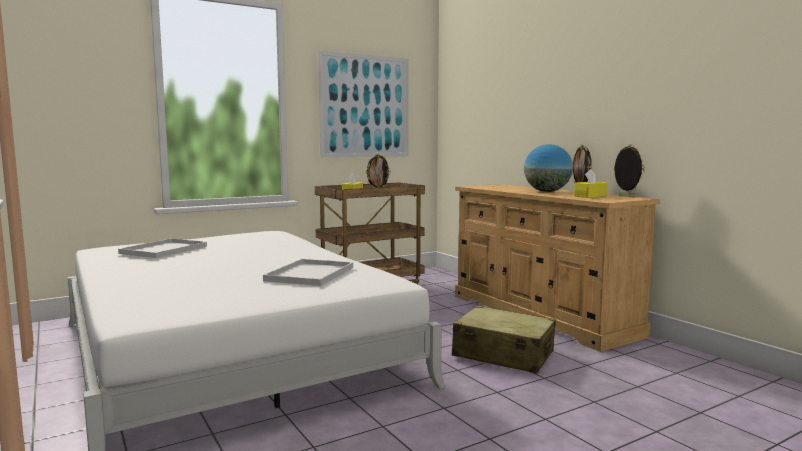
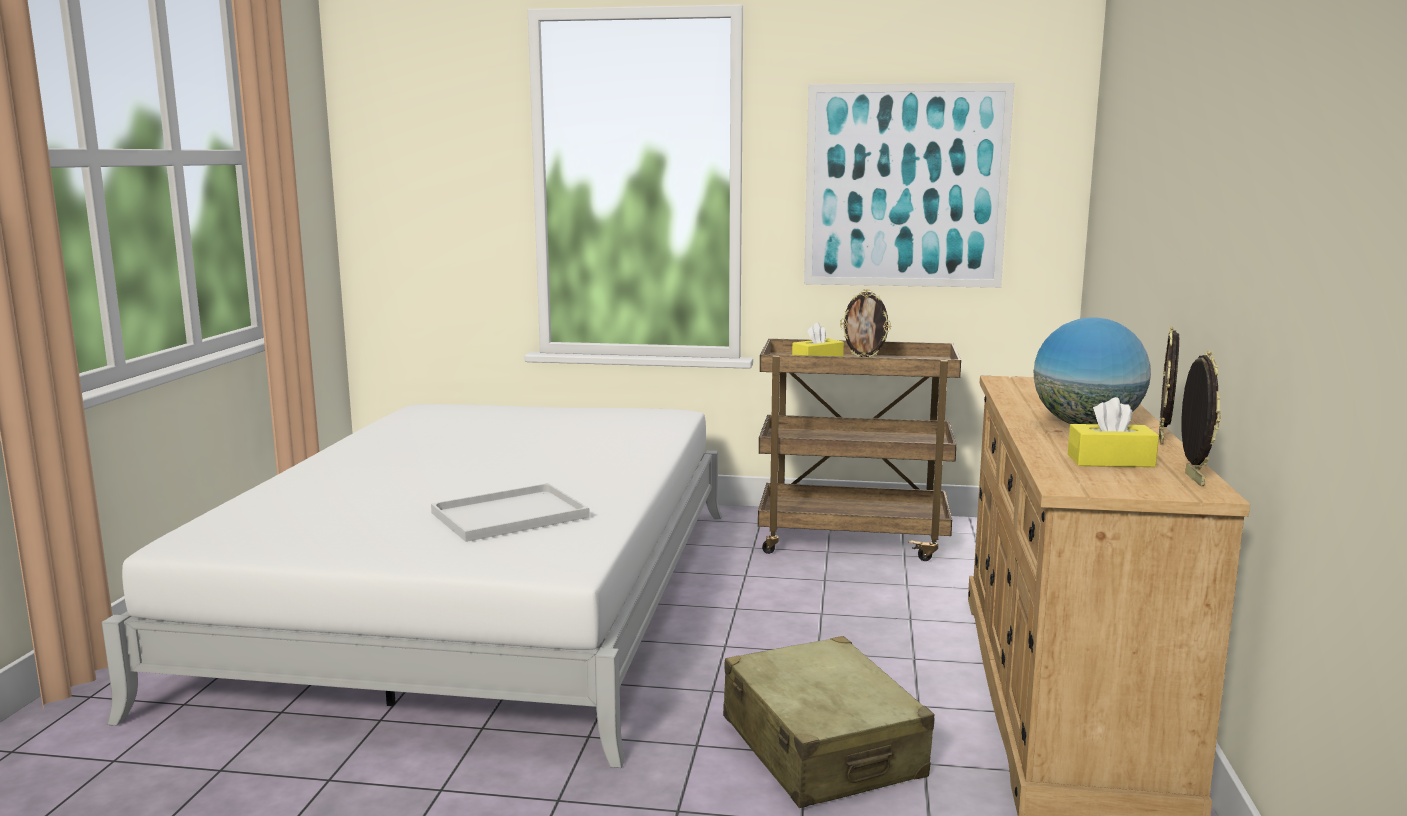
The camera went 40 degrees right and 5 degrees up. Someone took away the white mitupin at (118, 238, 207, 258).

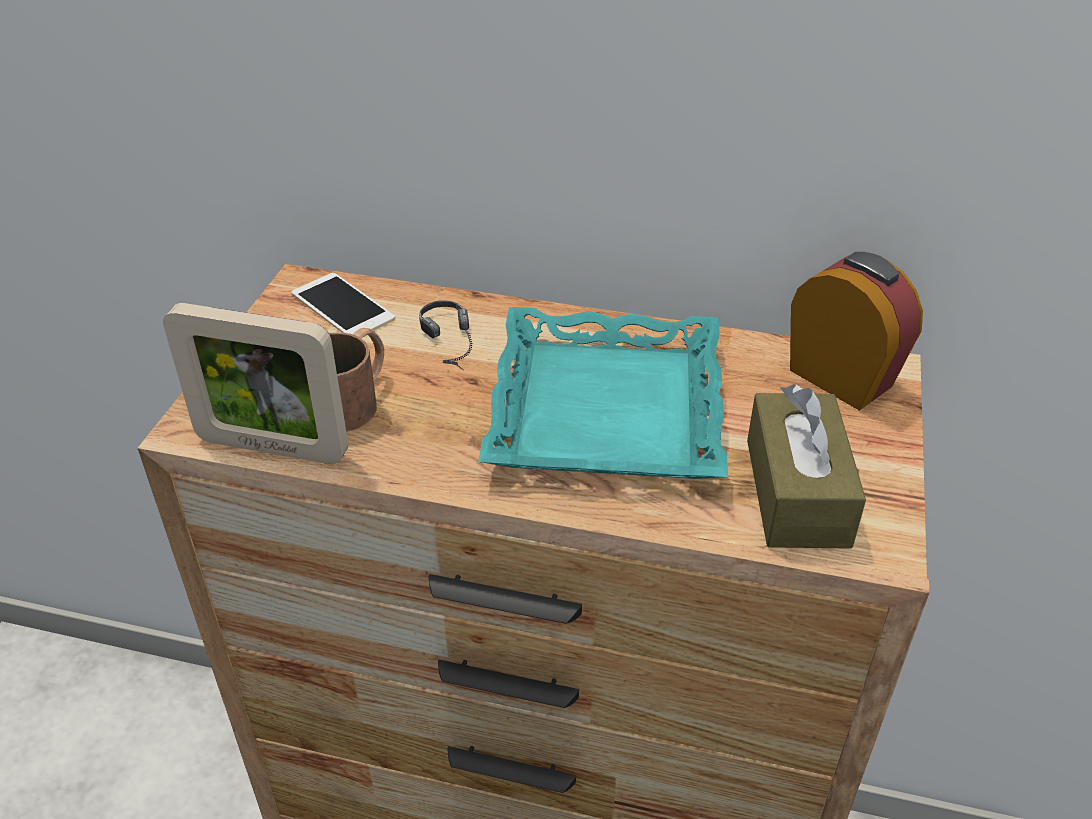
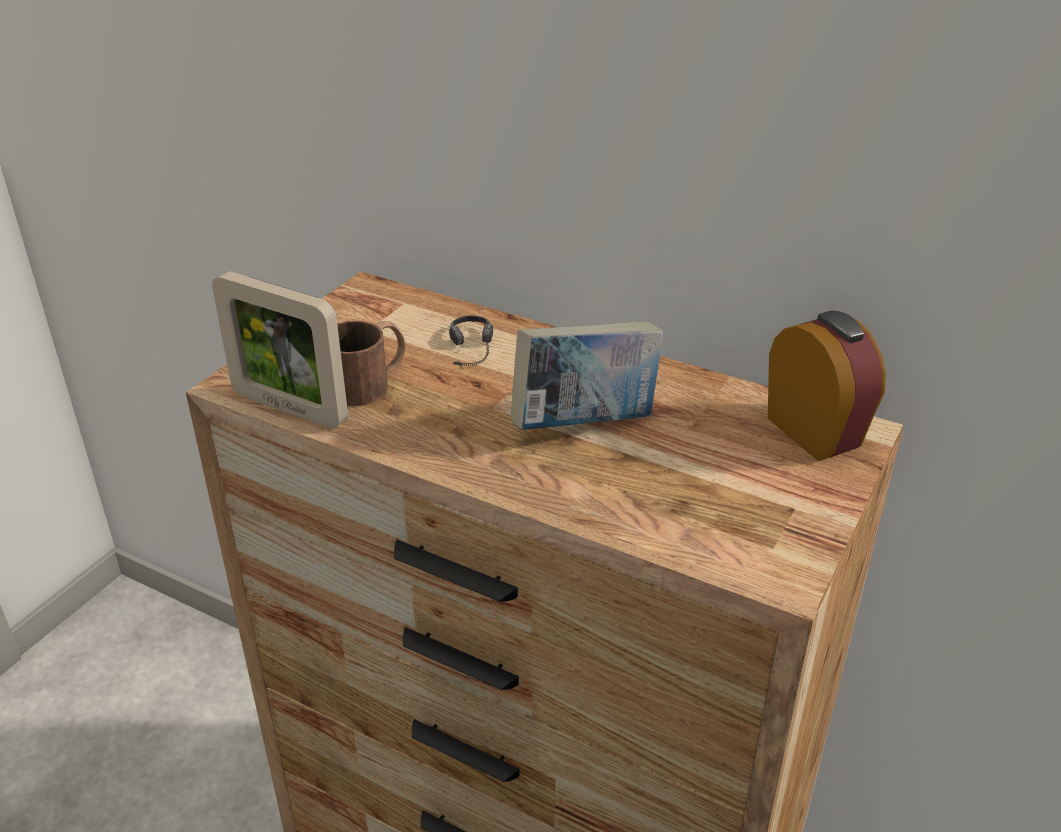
The camera went 15 degrees right and 5 degrees down. Someone took away the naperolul at (291, 273, 395, 334). Someone swapped the turquoise mitupin at (478, 307, 728, 479) for the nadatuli at (511, 321, 664, 430). Someone took away the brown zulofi at (747, 384, 866, 549).

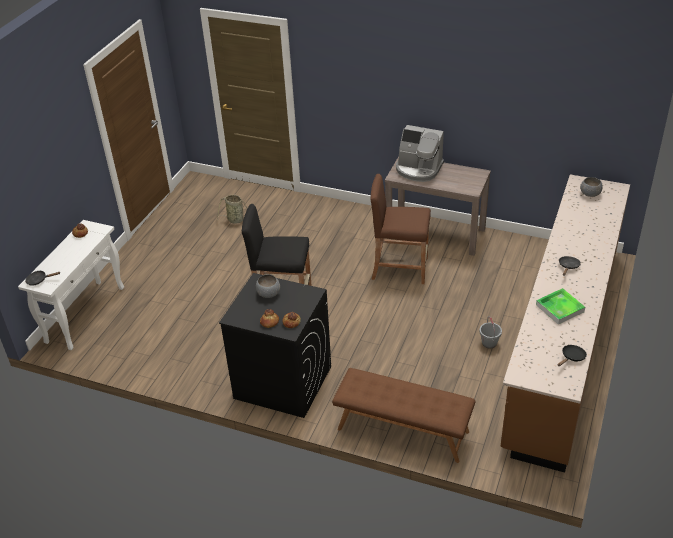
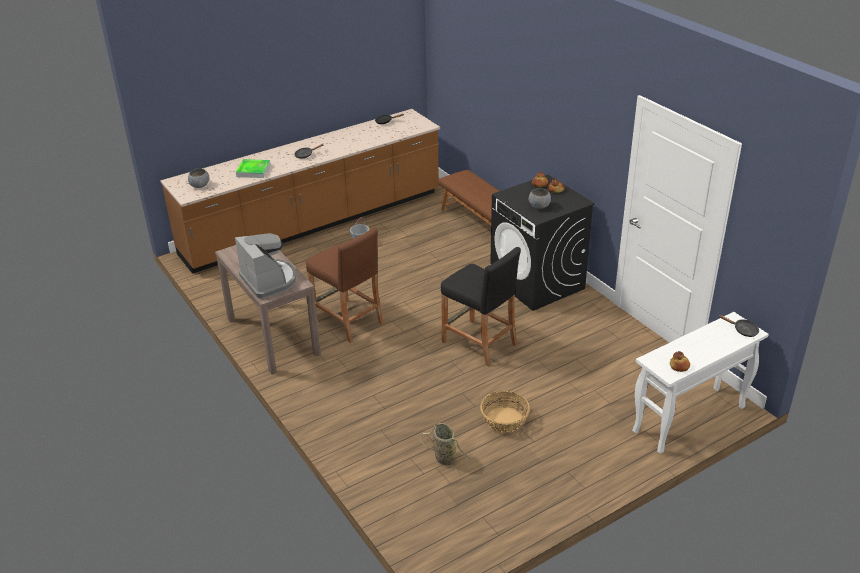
The camera went 145 degrees left and 5 degrees down. Someone carried the mitupin from (536, 288, 585, 325) to (236, 159, 271, 178). Someone put down the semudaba at (480, 391, 530, 433).

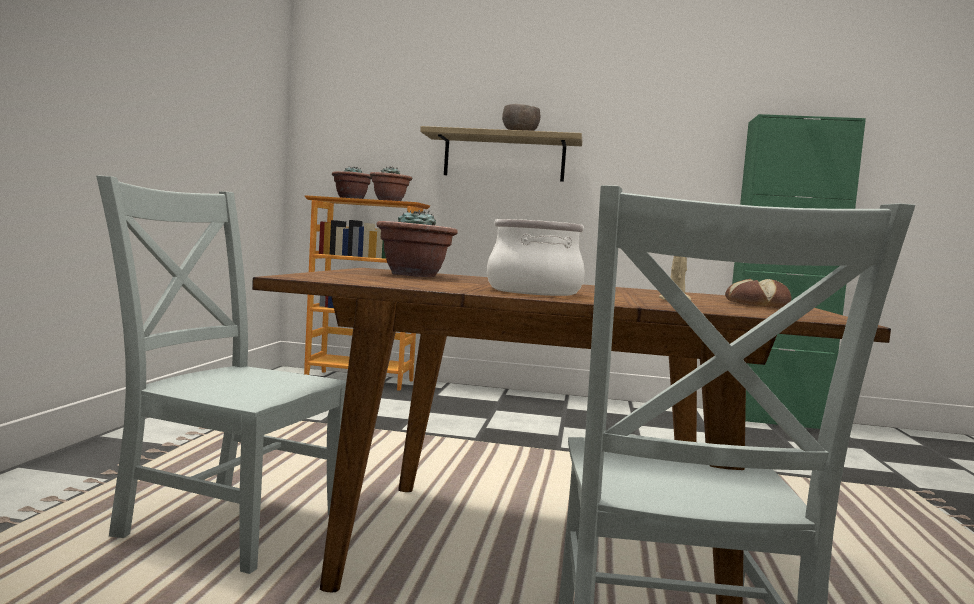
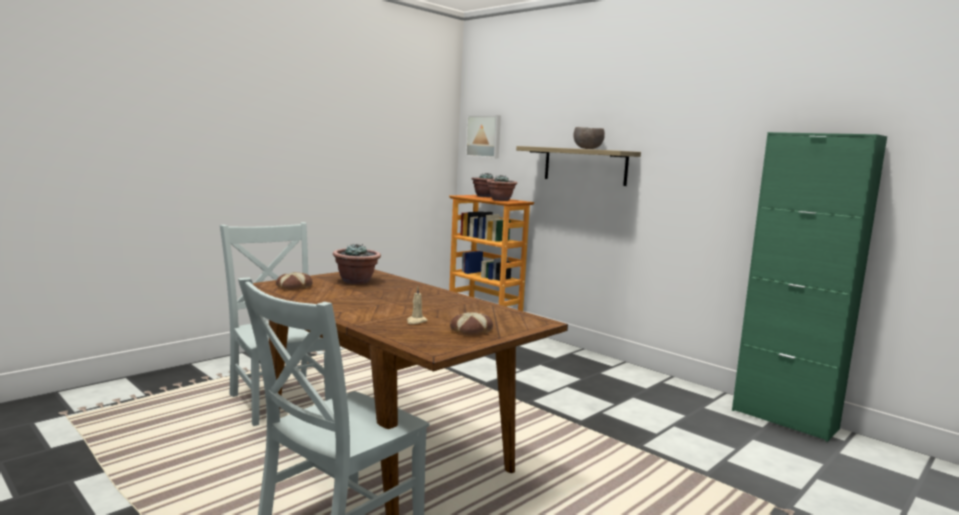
The camera went 35 degrees right and 5 degrees up. Someone took away the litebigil at (487, 219, 585, 296). Someone put down the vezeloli at (276, 272, 313, 290). Someone put up the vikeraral at (465, 115, 501, 158).

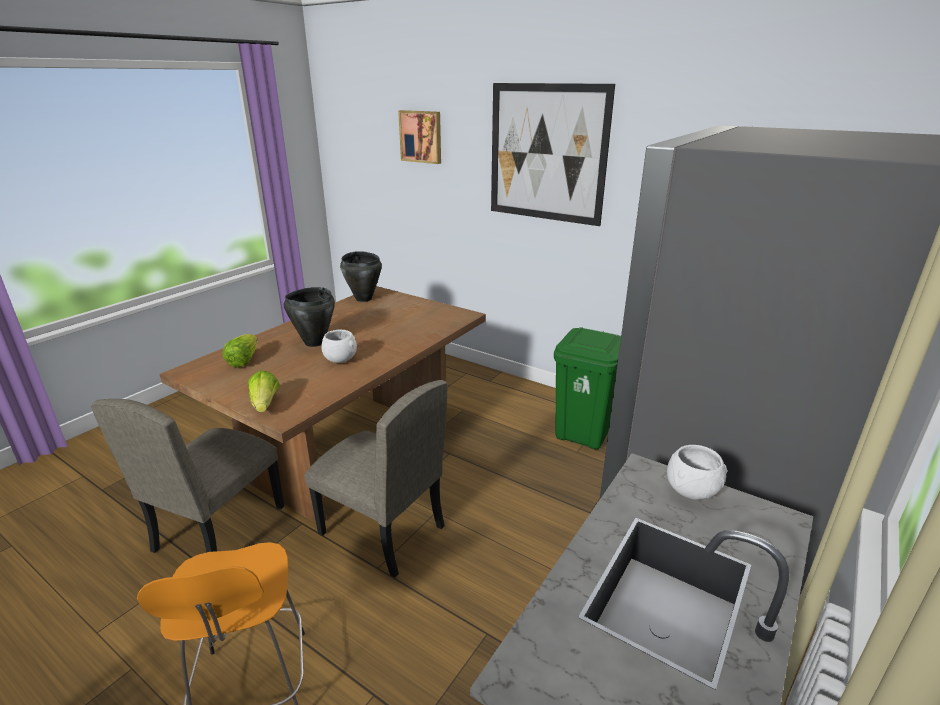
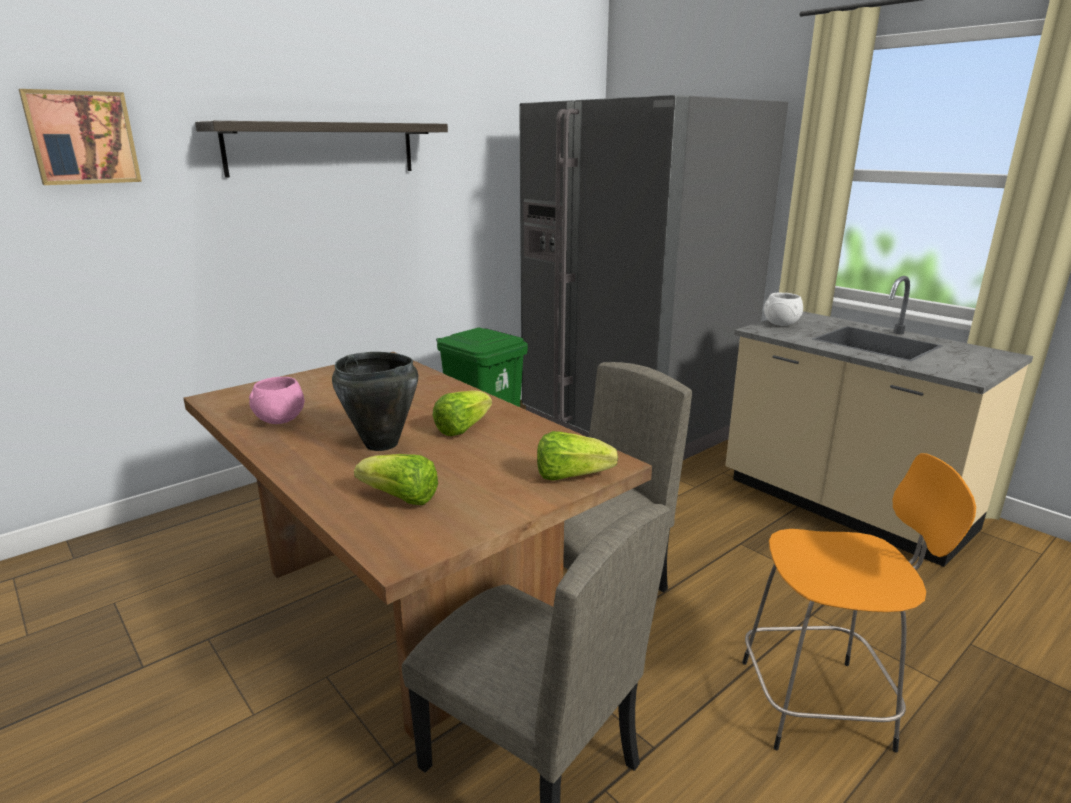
The camera went 75 degrees left and 5 degrees down. Someone swapped the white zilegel at (322, 329, 357, 363) for the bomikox at (433, 390, 492, 436). Someone took away the black litebigil at (340, 251, 382, 302). Someone swapped the vikeraral at (491, 83, 615, 226) for the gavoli at (195, 121, 448, 178). Someone put down the pink zilegel at (249, 377, 305, 424).

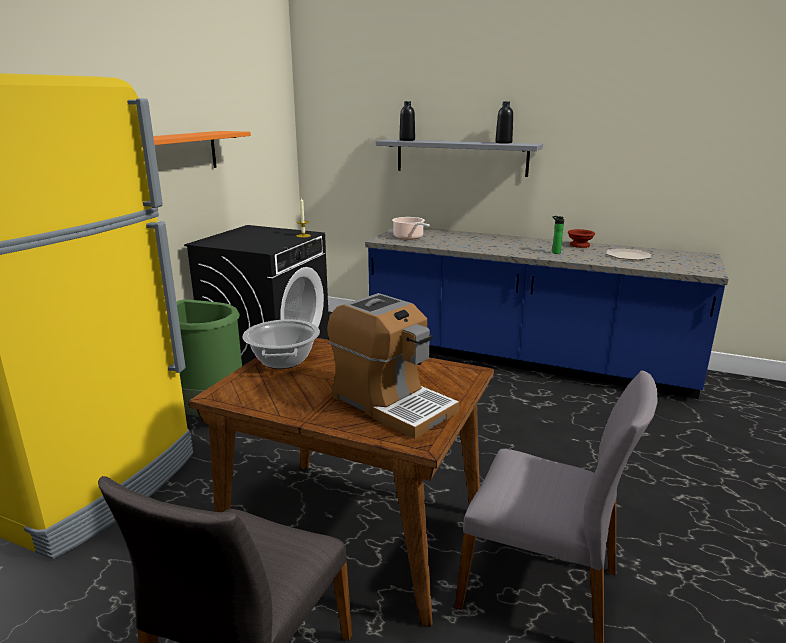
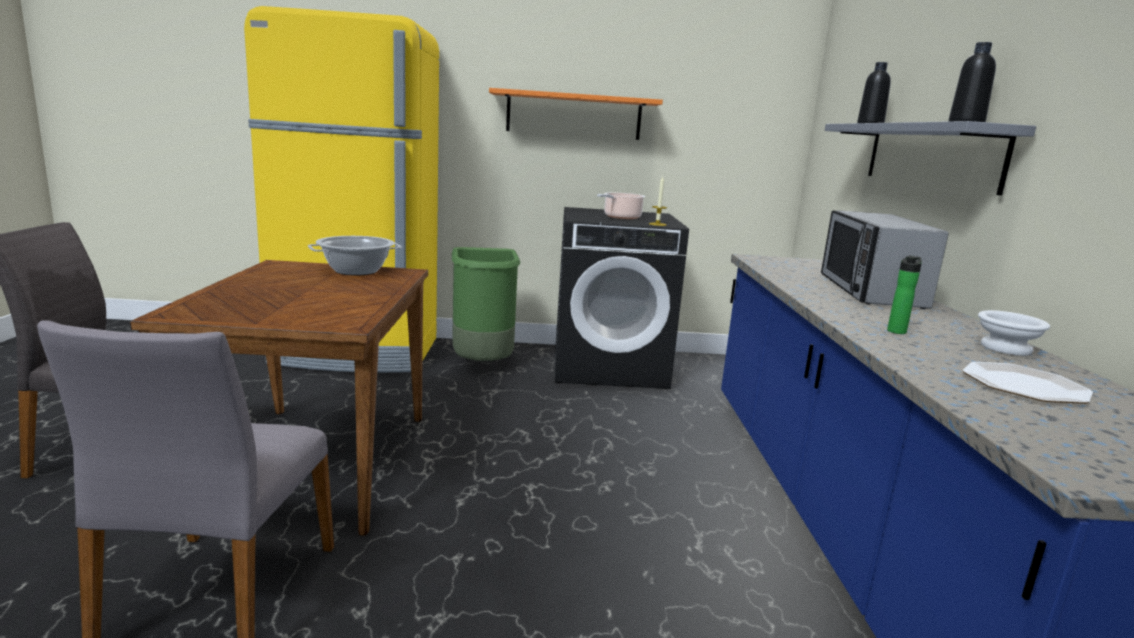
The camera went 65 degrees right and 5 degrees down. Someone took away the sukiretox at (327, 293, 459, 439). Someone carried the litebigil from (392, 217, 430, 240) to (597, 192, 646, 219). Someone repainted the brown zilegel at (568, 229, 595, 248), which became the white zilegel at (978, 310, 1050, 356). Someone put down the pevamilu at (821, 210, 949, 309).

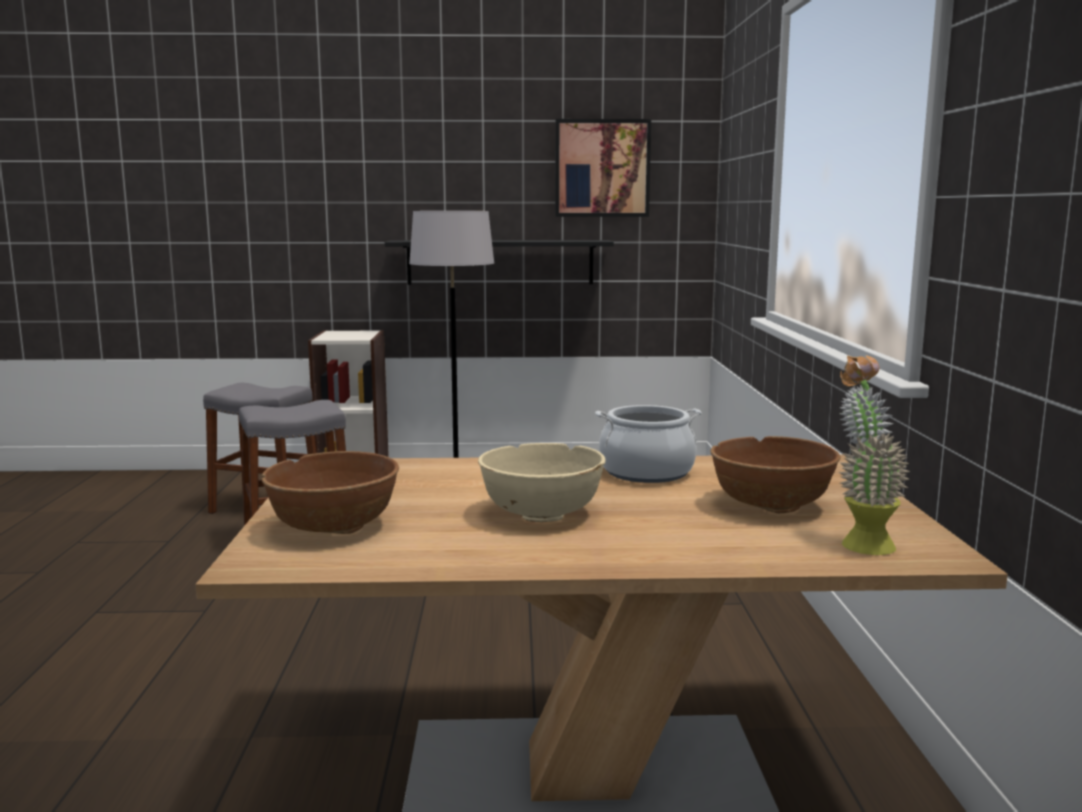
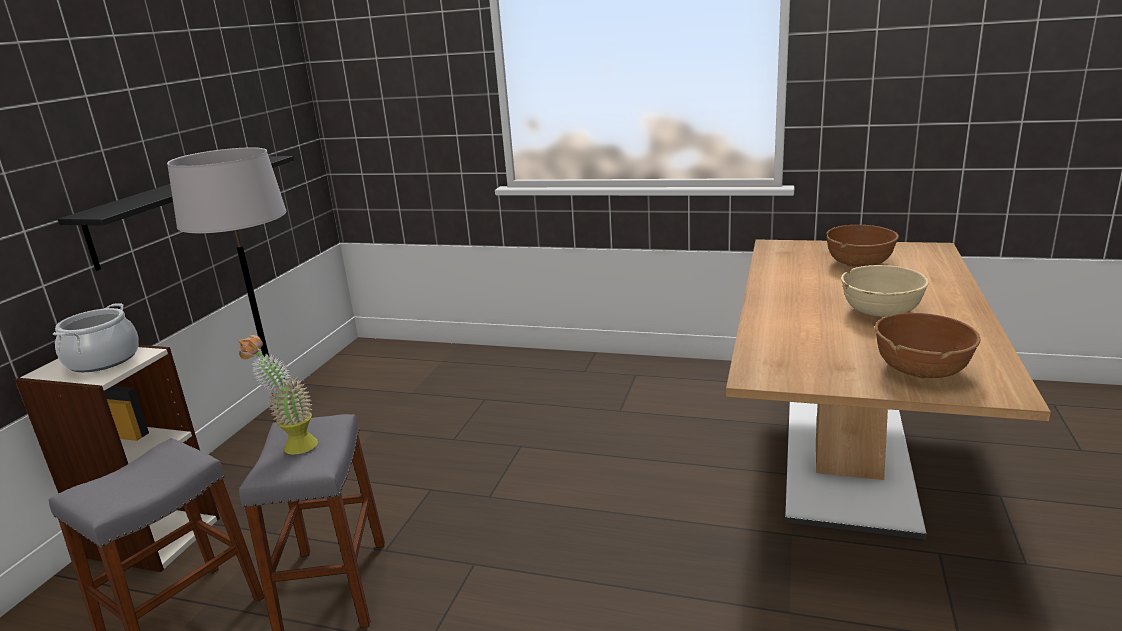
The camera went 70 degrees left and 10 degrees up. Someone took away the vikeraral at (555, 119, 651, 217). Someone carried the litebigil from (595, 405, 702, 483) to (53, 303, 139, 372). Someone carried the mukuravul from (838, 355, 910, 555) to (239, 335, 318, 455).

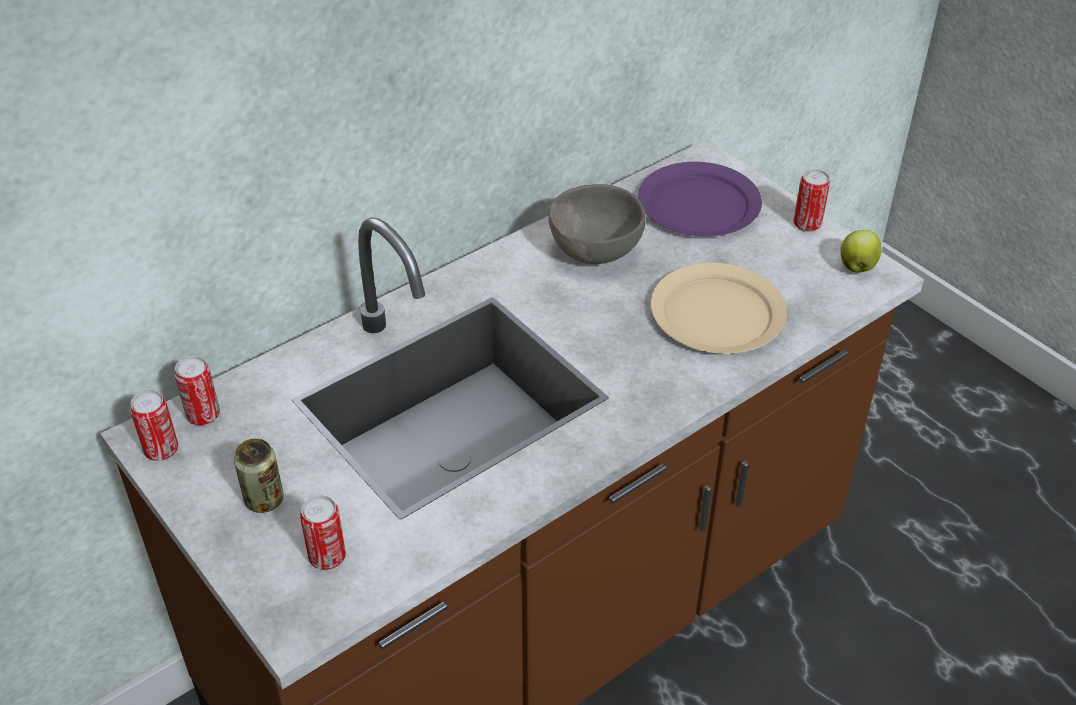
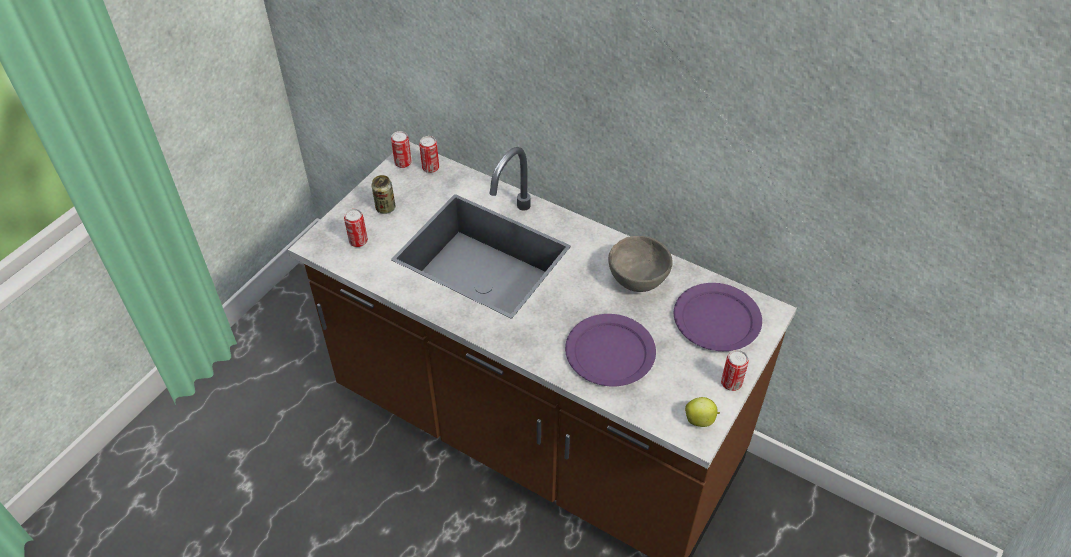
The camera went 70 degrees right and 5 degrees up. Someone repainted the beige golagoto at (650, 263, 787, 354), which became the purple golagoto at (565, 314, 656, 386).

